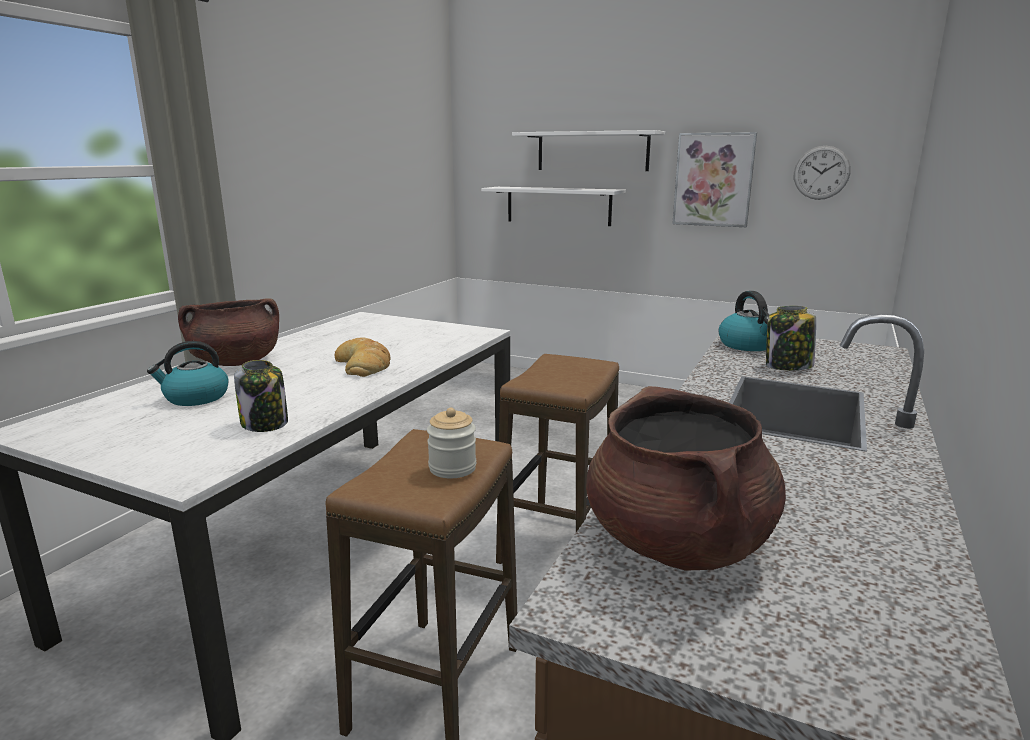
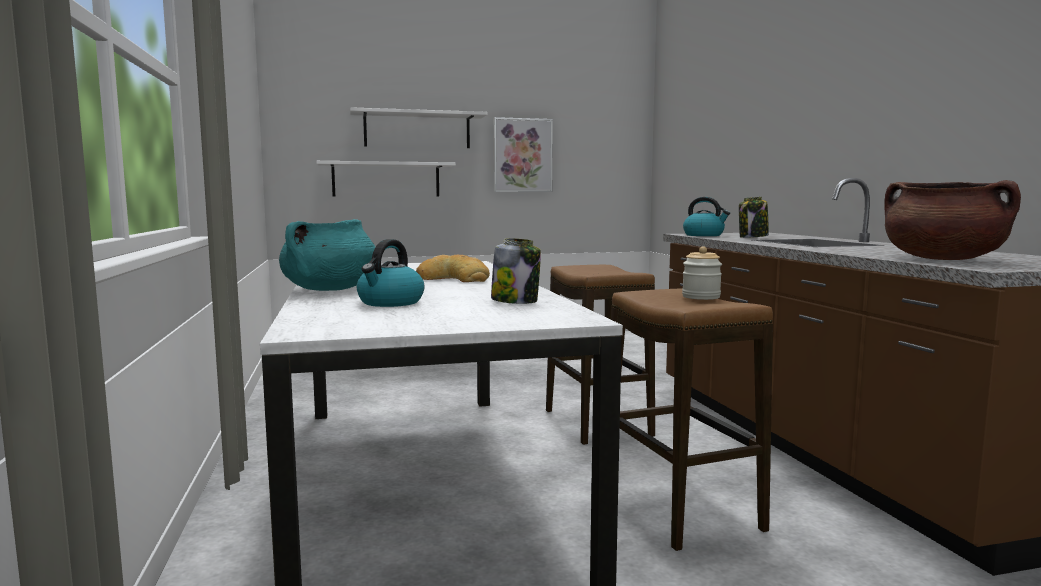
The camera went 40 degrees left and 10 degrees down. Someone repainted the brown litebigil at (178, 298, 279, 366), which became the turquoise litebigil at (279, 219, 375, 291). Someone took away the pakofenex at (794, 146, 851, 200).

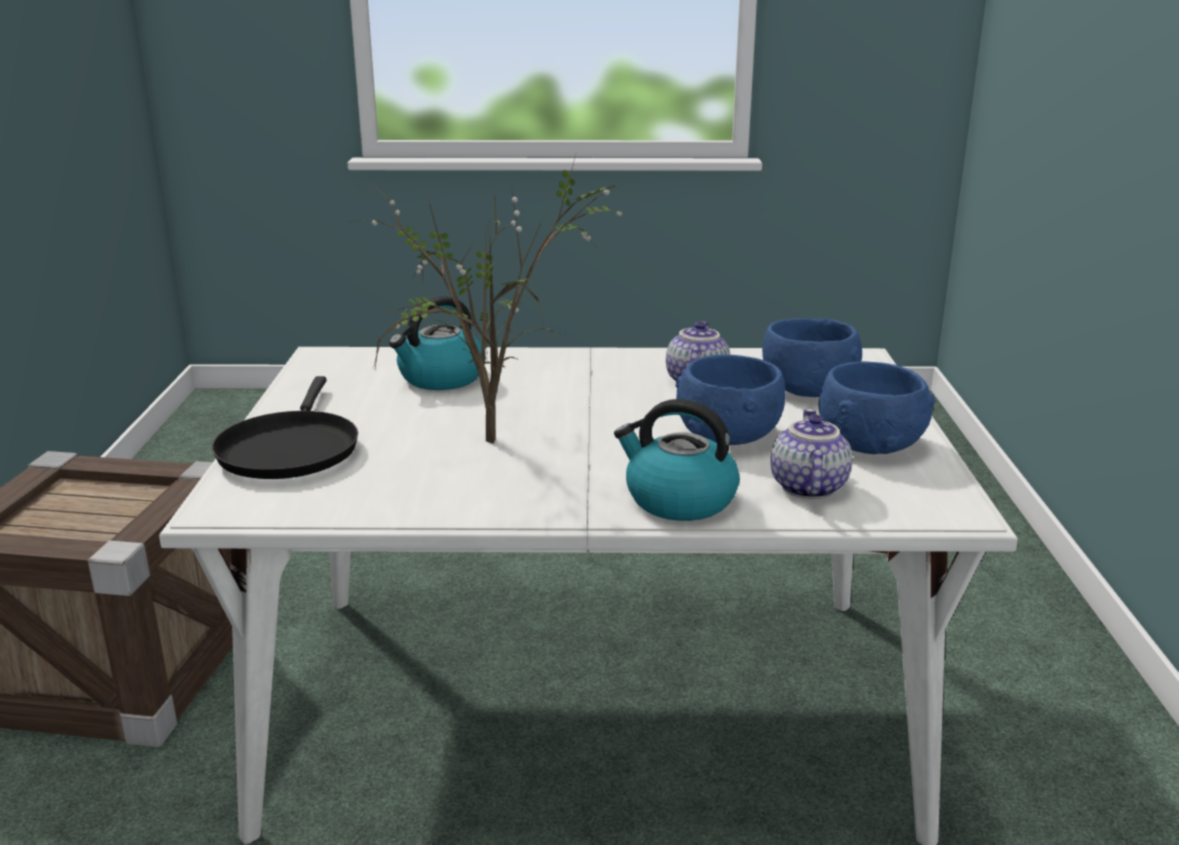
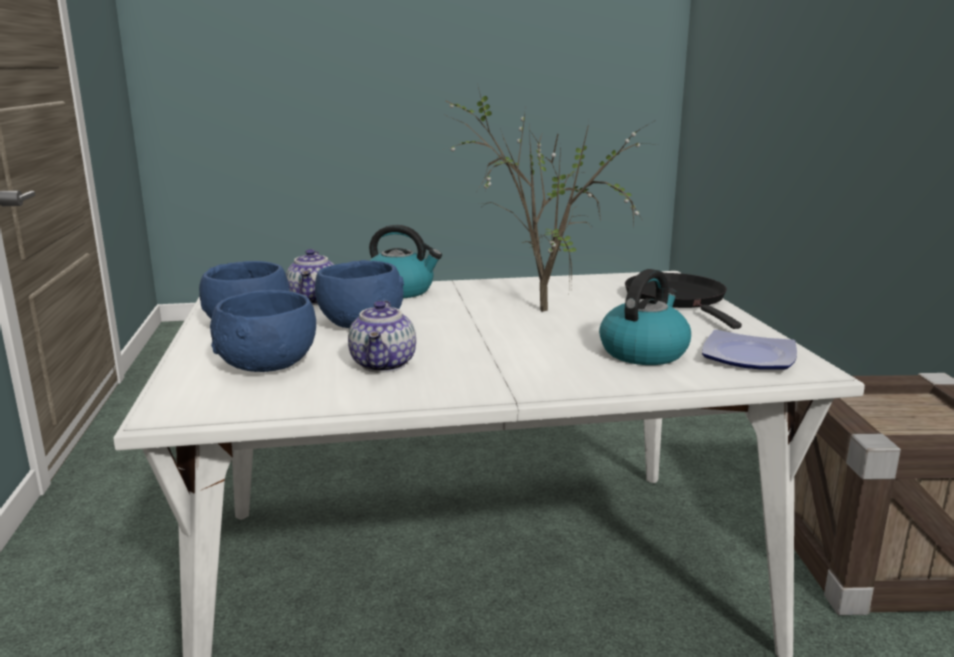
The camera went 170 degrees right and 5 degrees down. Someone put down the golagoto at (702, 330, 797, 369).

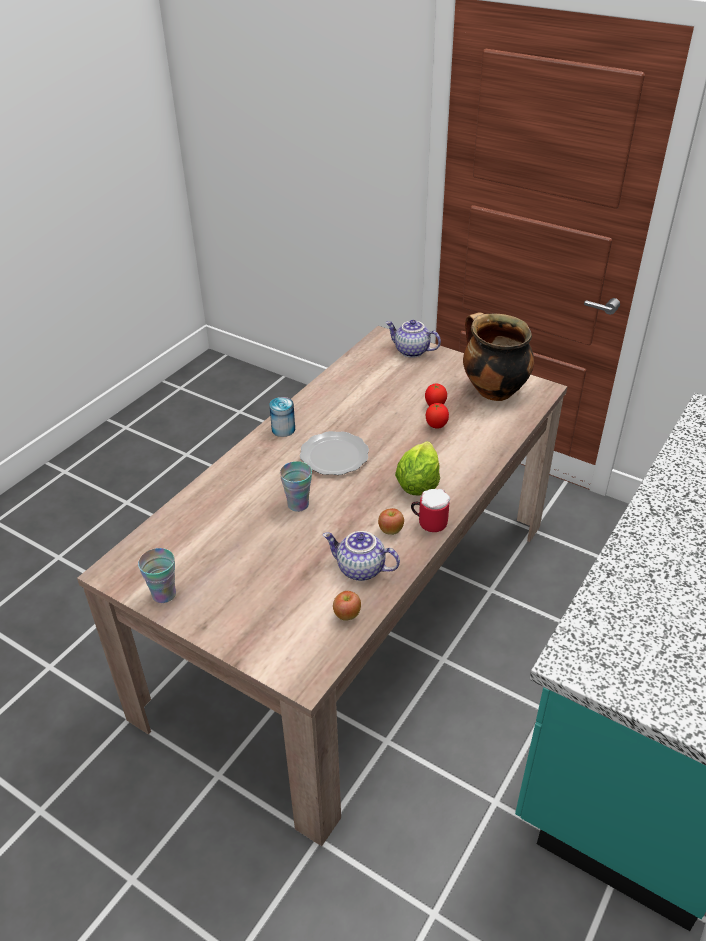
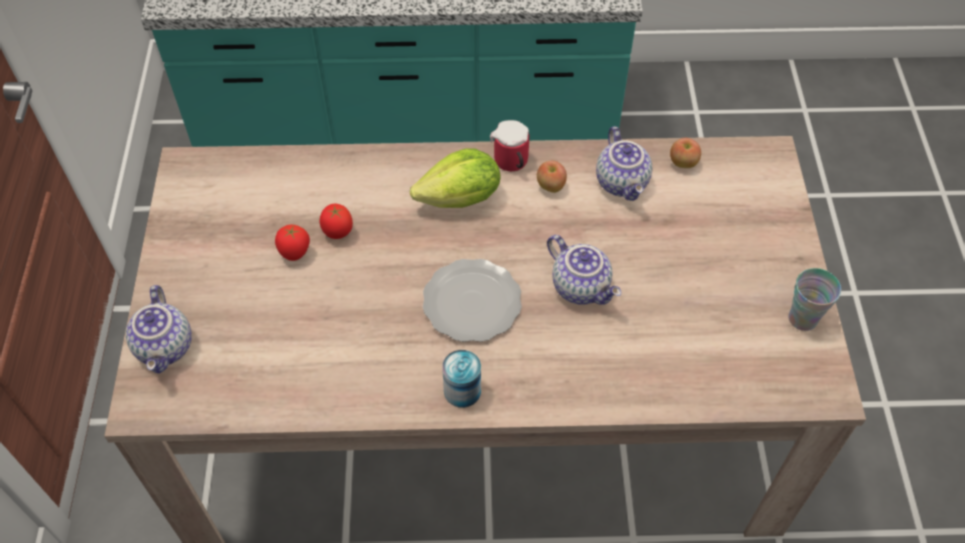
The camera went 125 degrees left and 15 degrees up. Someone swapped the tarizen at (280, 461, 312, 512) for the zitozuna at (547, 235, 621, 305). Someone took away the litebigil at (463, 312, 534, 401).

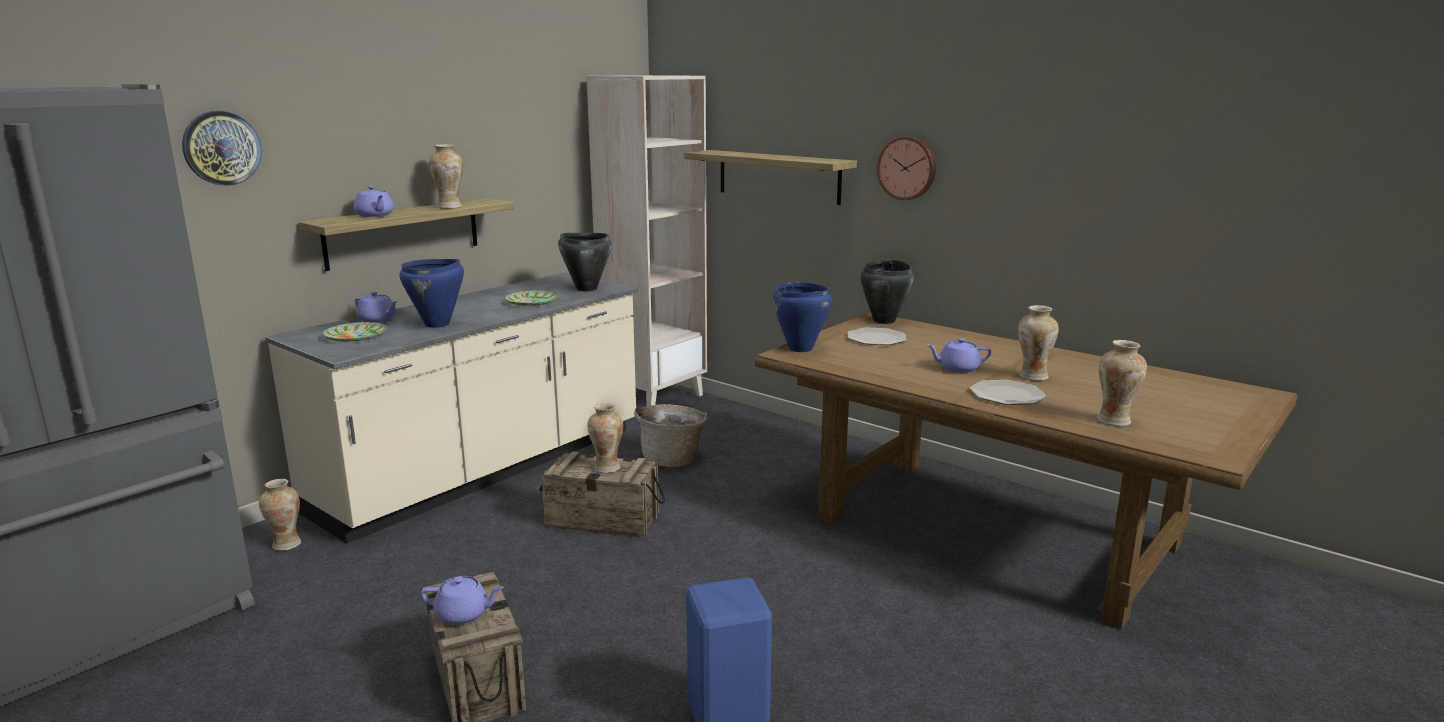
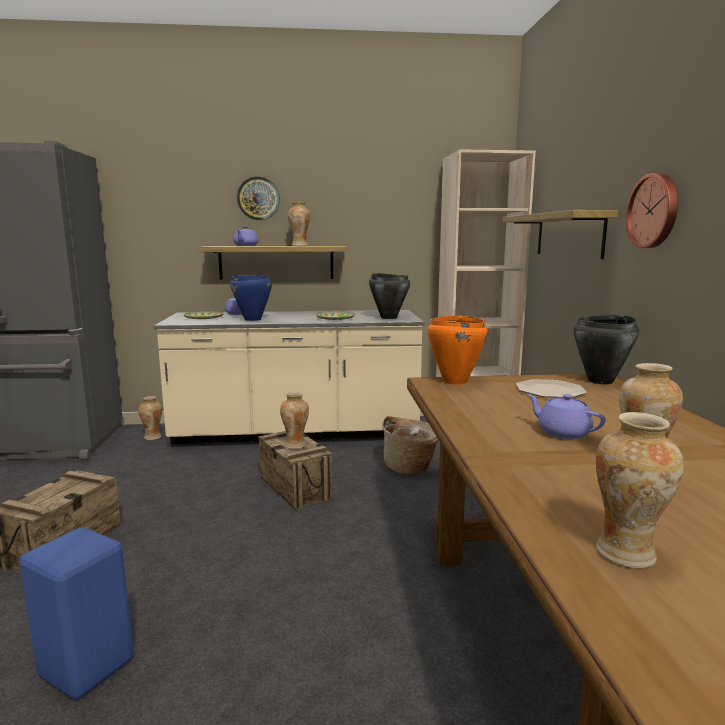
The camera went 45 degrees right and 5 degrees down. Someone carried the pakofenex from (182, 111, 262, 186) to (237, 177, 280, 220). Someone took away the purple zitozuna at (421, 576, 504, 625). Someone repainted the blue litebigil at (772, 282, 832, 352), which became the orange litebigil at (427, 316, 488, 385). Someone took away the golagoto at (969, 380, 1046, 405).

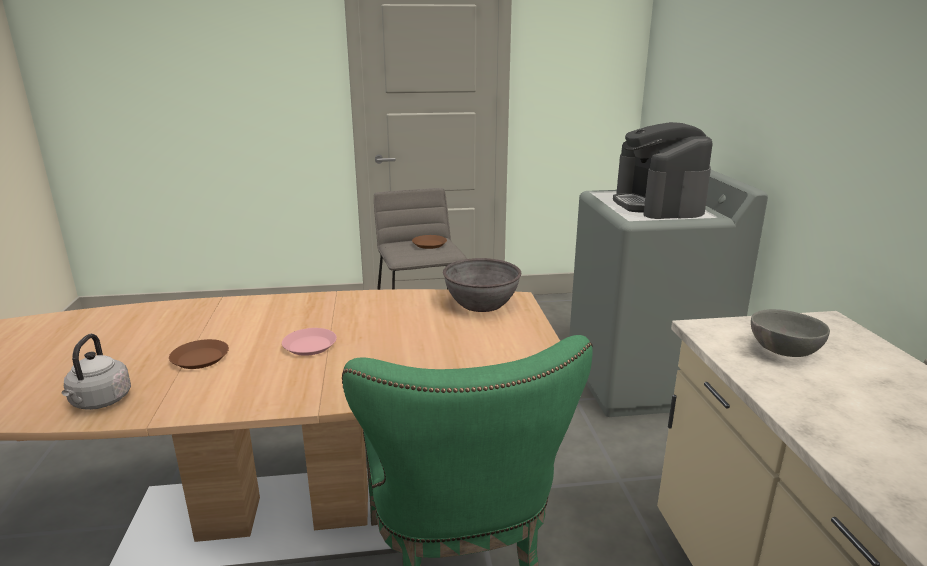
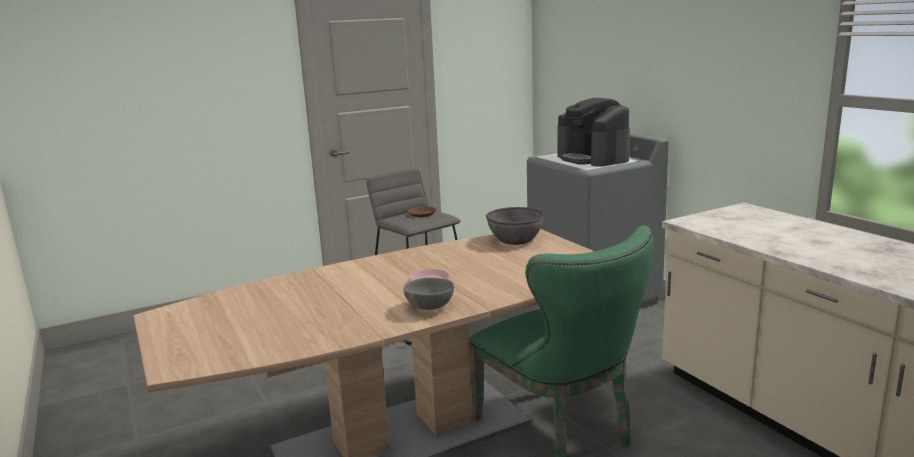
The camera went 20 degrees left and 5 degrees down. Someone took away the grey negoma at (62, 334, 131, 410). Someone took away the brown golagoto at (169, 339, 229, 369). Someone carried the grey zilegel from (751, 309, 830, 357) to (403, 278, 454, 310).

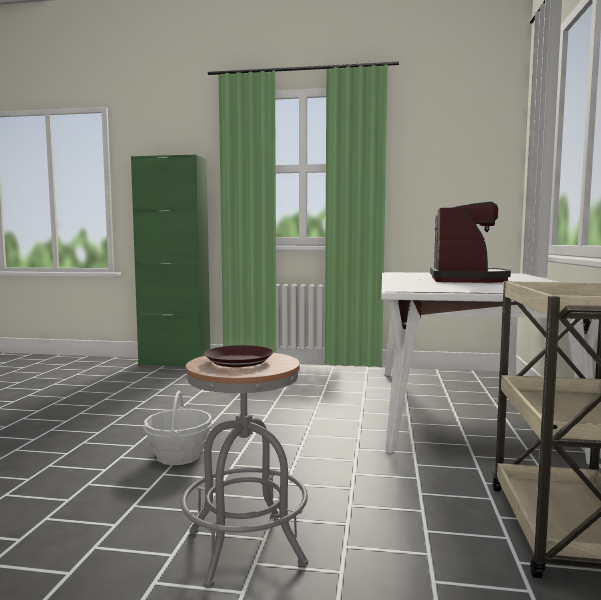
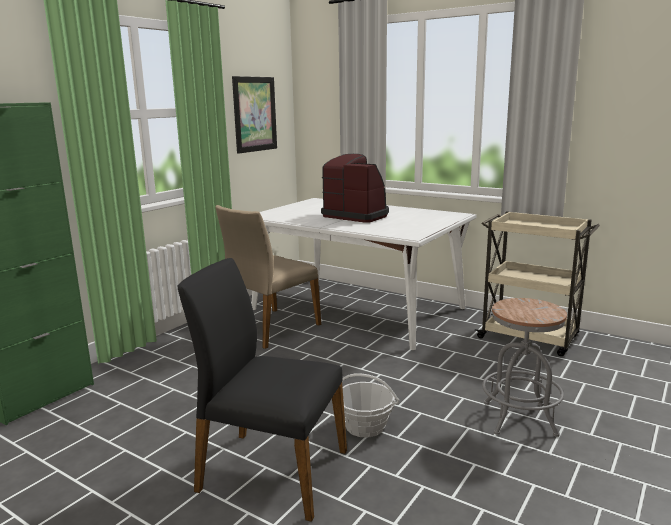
The camera went 65 degrees left and 10 degrees up. Someone took away the brown golagoto at (204, 345, 274, 367). Someone put down the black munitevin at (177, 258, 347, 522). Someone put down the beige munitevin at (215, 205, 321, 349). Someone put up the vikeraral at (232, 76, 277, 154).

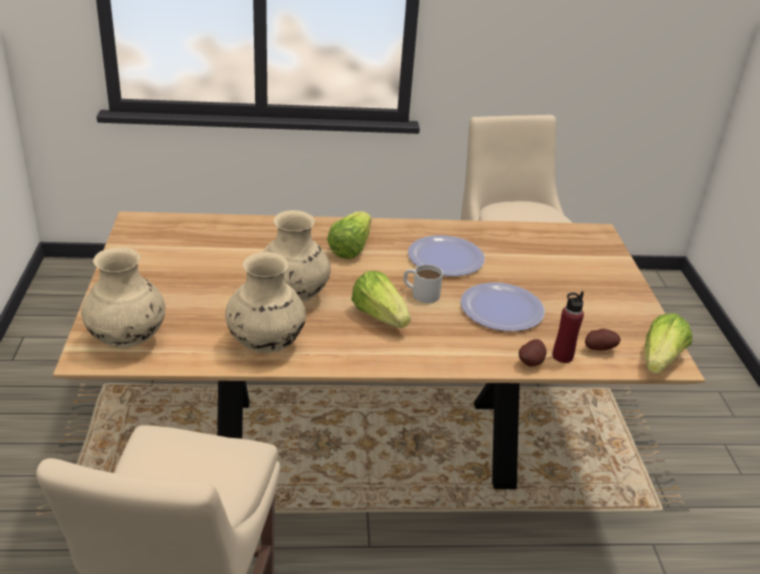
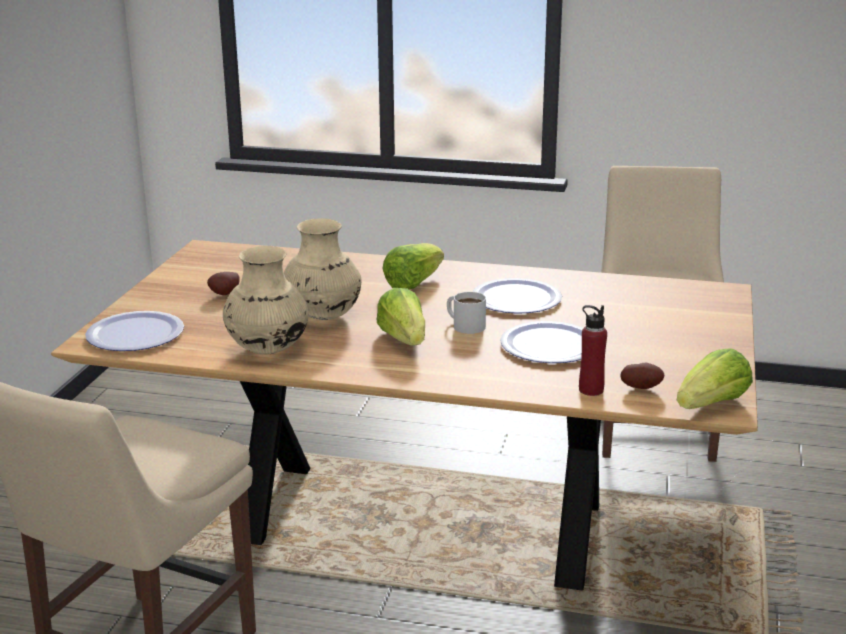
The camera went 20 degrees right and 10 degrees down. Someone swapped the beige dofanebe at (81, 247, 165, 348) for the golagoto at (85, 311, 184, 351). Someone carried the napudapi from (519, 339, 547, 366) to (207, 272, 240, 295).

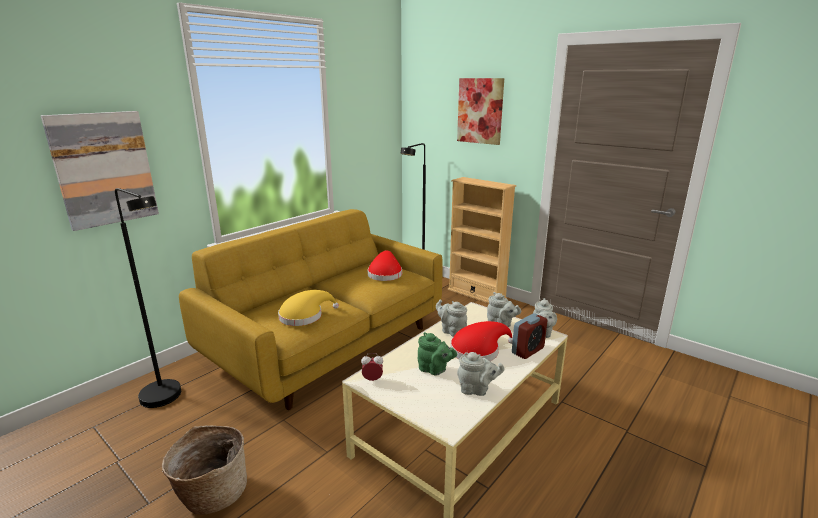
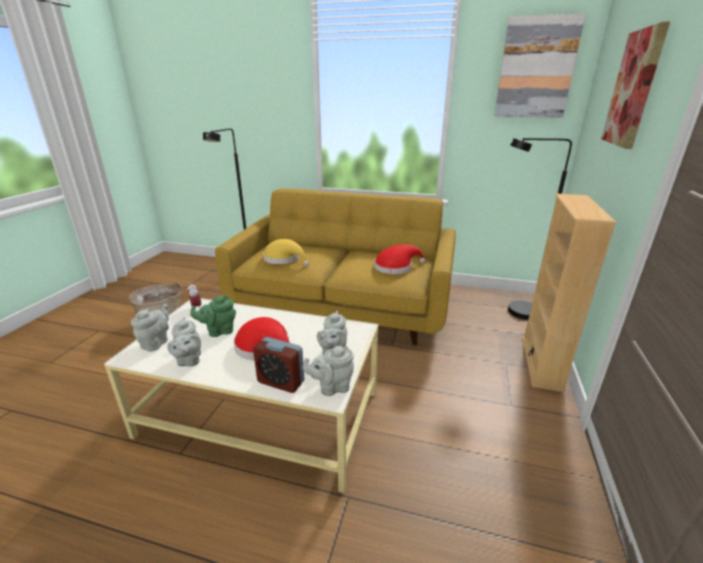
The camera went 65 degrees right and 5 degrees up. Someone carried the vikeraral from (41, 111, 159, 231) to (494, 13, 586, 118). Someone rotated the green zitozuna at (418, 332, 457, 376) by 60 degrees clockwise. Someone carried the grey zitozuna from (436, 300, 467, 337) to (131, 304, 169, 352).

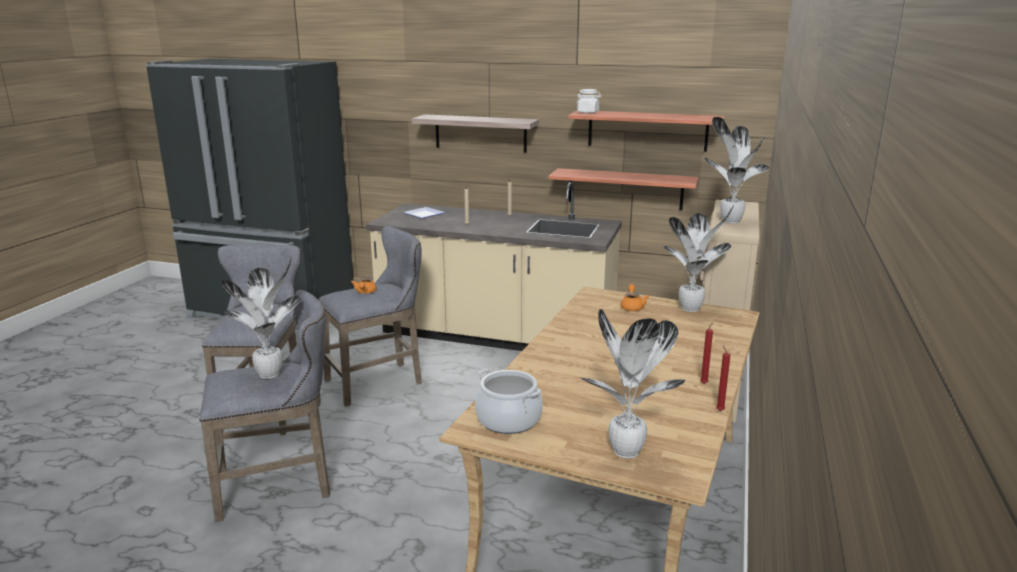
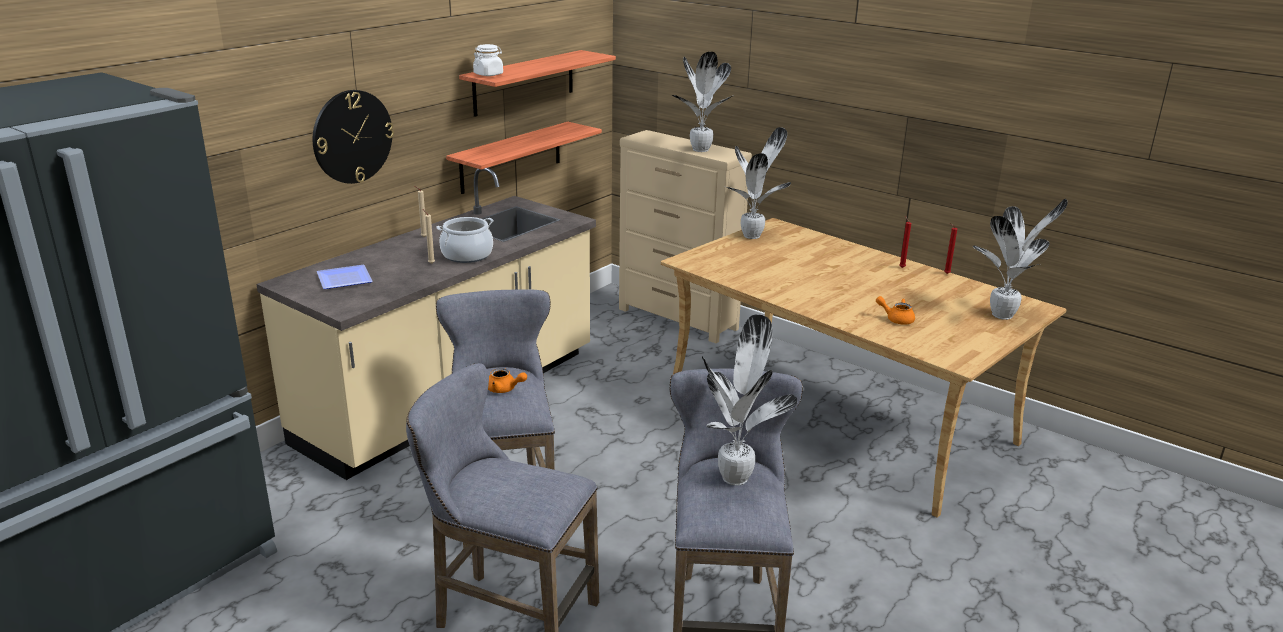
The camera went 70 degrees left and 5 degrees up. Someone swapped the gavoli at (411, 114, 539, 153) for the pakofenex at (313, 90, 394, 184). Someone carried the litebigil from (475, 369, 543, 434) to (436, 217, 494, 263). Someone carried the orange zitozuna from (620, 284, 649, 311) to (876, 296, 915, 325).

